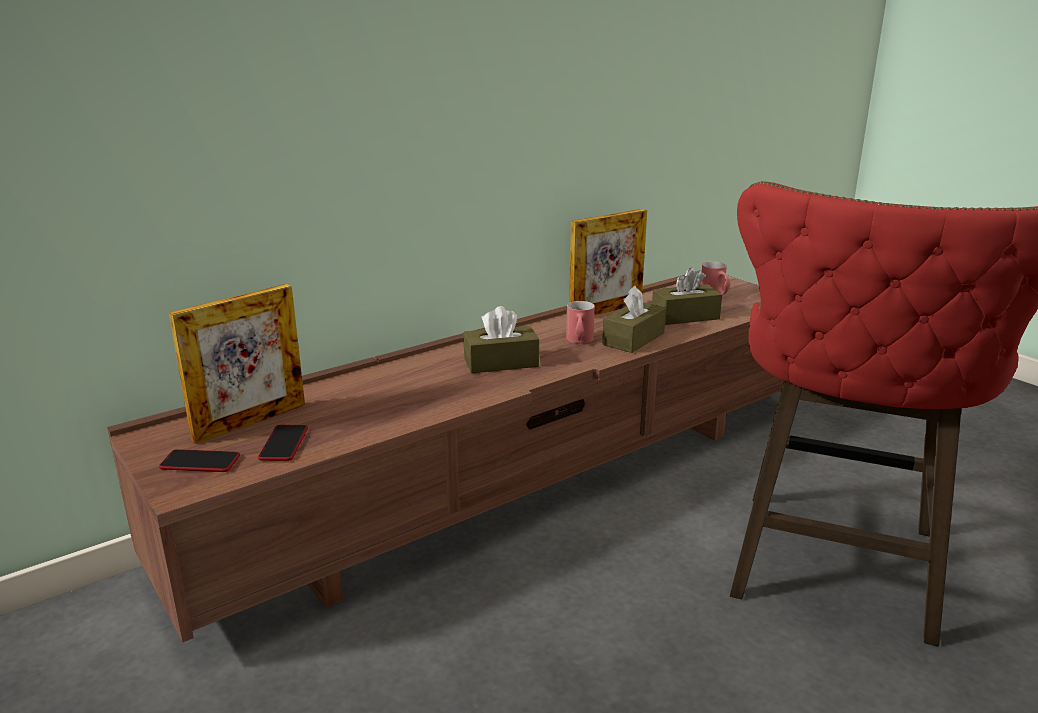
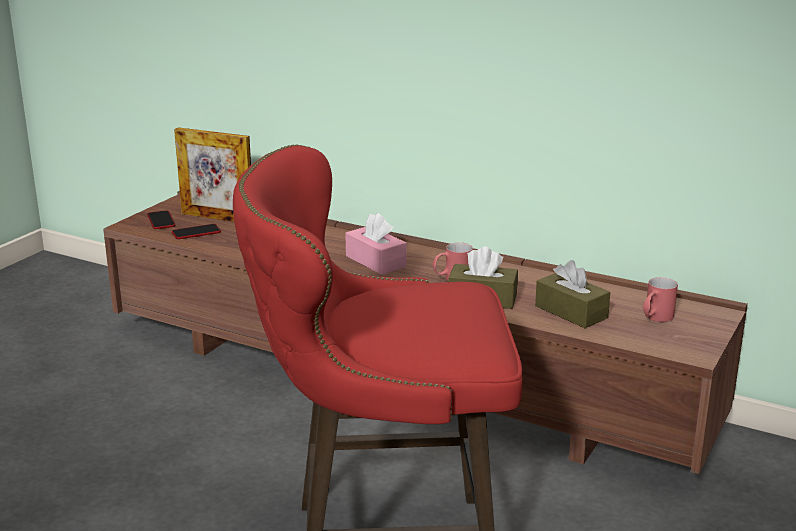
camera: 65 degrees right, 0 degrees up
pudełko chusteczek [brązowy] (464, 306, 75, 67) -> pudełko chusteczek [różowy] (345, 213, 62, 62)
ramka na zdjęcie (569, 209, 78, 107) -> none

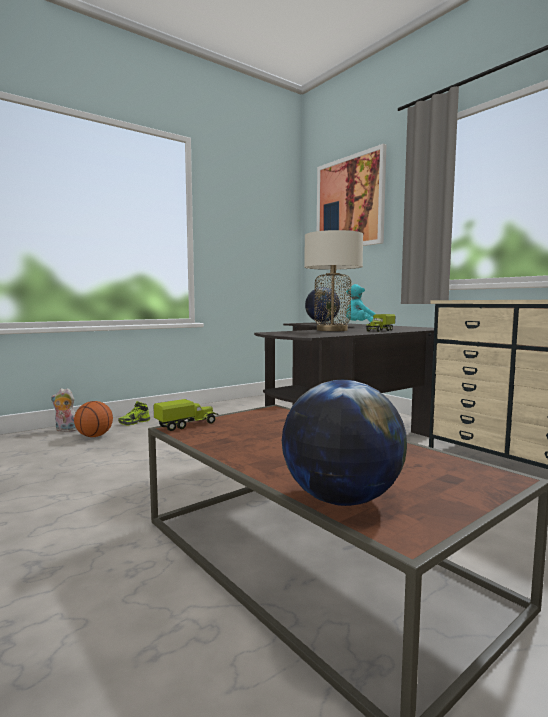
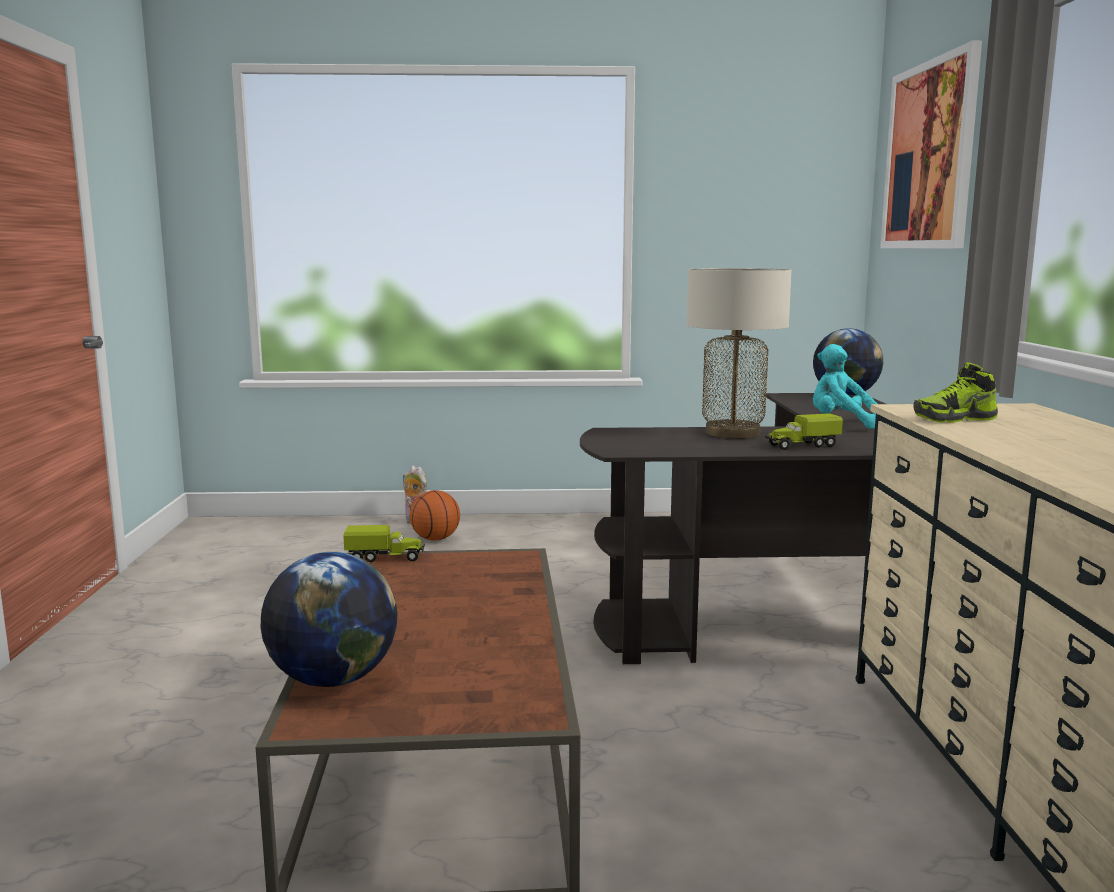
camera: 35 degrees right, 5 degrees up
but (118, 401, 32, 24) -> but (913, 362, 85, 61), relocated

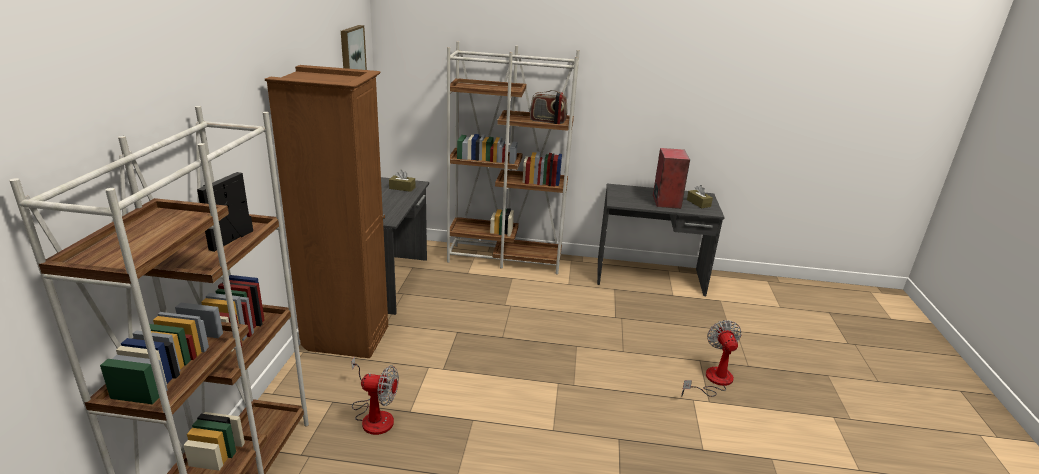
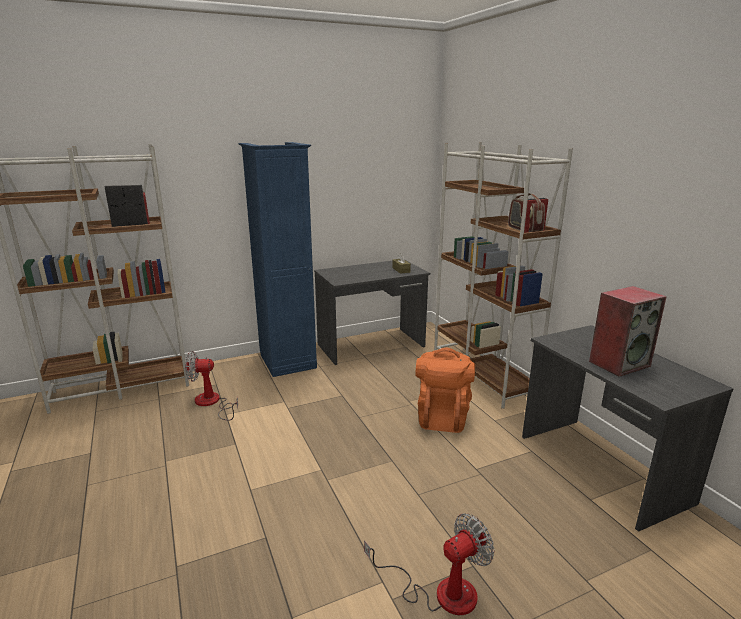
camera: 60 degrees right, 5 degrees down
wentylator (351, 356, 48, 79) -> wentylator (185, 351, 53, 70), 105 degrees clockwise
szafka [brązowy] (265, 65, 123, 293) -> szafka [niebieski] (238, 142, 79, 235)
none -> plecak [pomarańczowy] (416, 348, 59, 85)
obraz (341, 25, 26, 45) -> none
pudełko chusteczek [brązowy] (687, 185, 26, 23) -> none

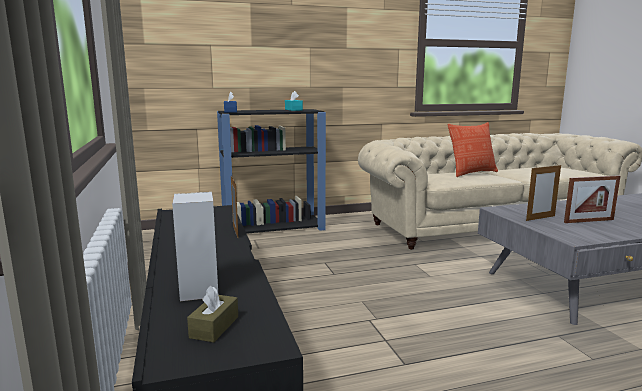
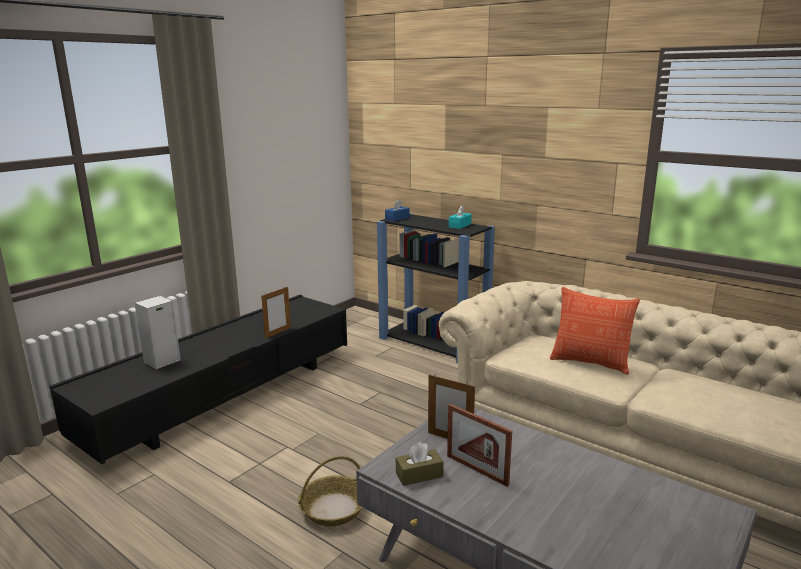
camera: 55 degrees right, 5 degrees up
none -> koszyk (298, 456, 65, 70)
pudełko chusteczek [brązowy] (187, 286, 51, 57) -> pudełko chusteczek [brązowy] (396, 442, 48, 44), relocated

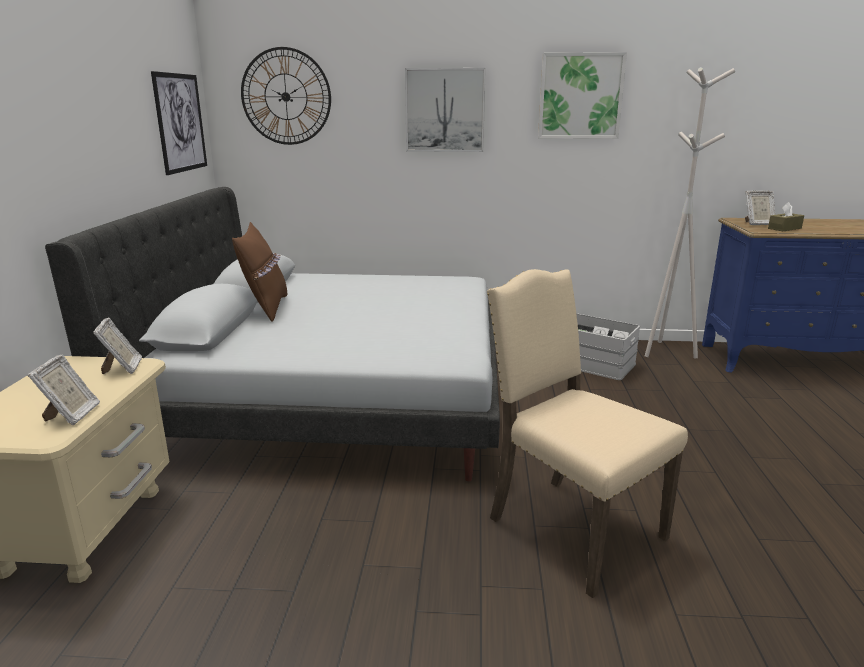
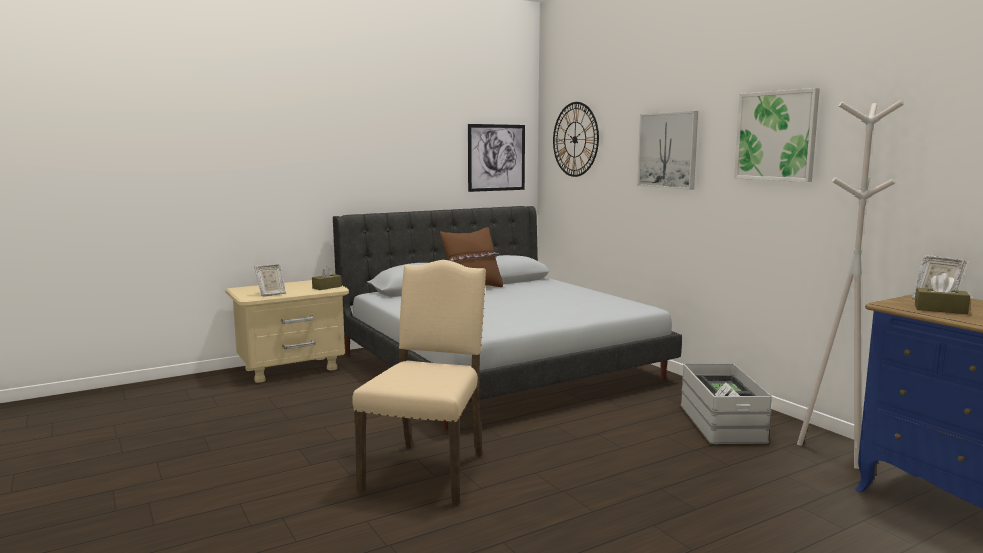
camera: 55 degrees right, 10 degrees down
ramka na zdjęcie (93, 318, 49, 56) -> pudełko chusteczek [brązowy] (312, 266, 30, 24)

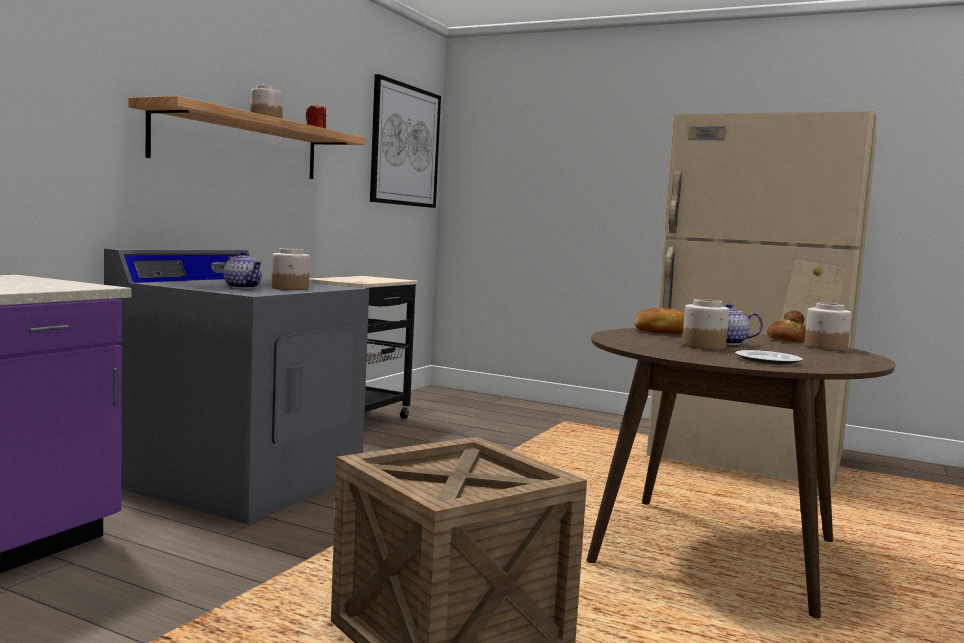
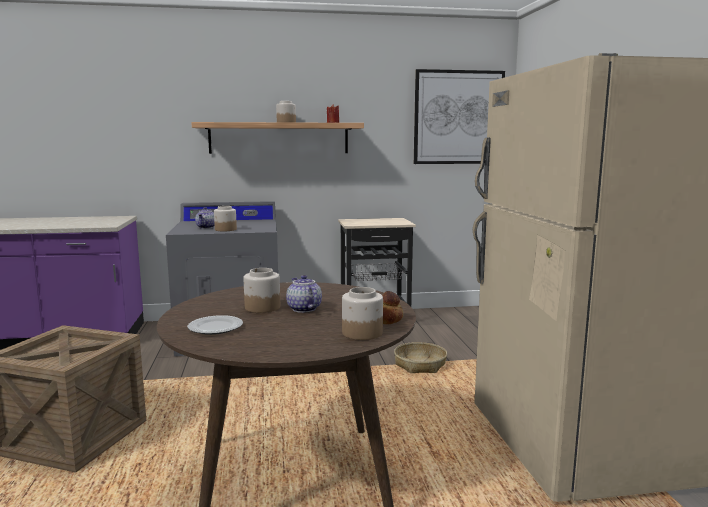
camera: 55 degrees right, 5 degrees up
none -> koszyk (394, 342, 53, 31)
chleb (634, 308, 51, 26) -> none

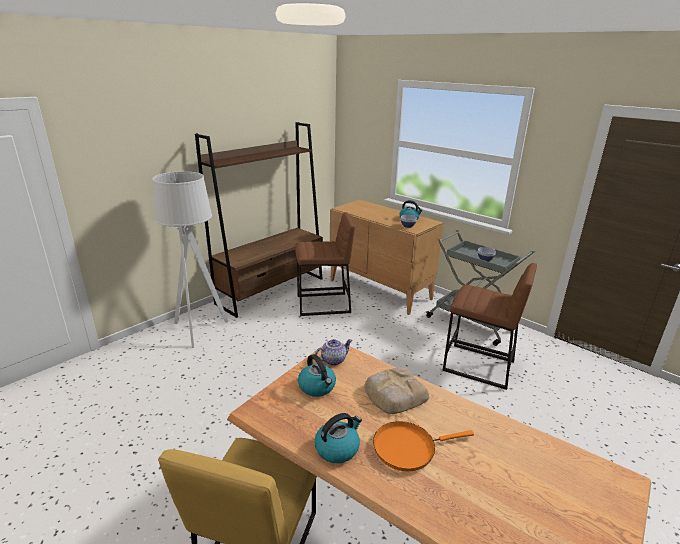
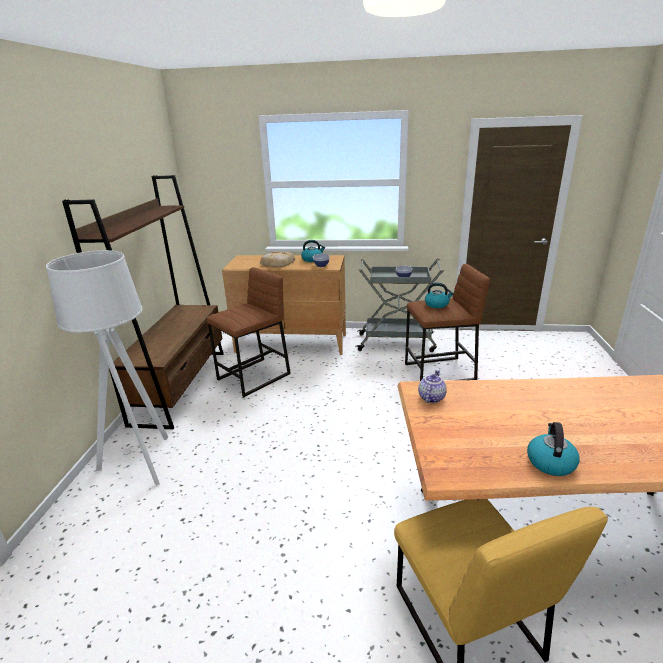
camera: 35 degrees left, 0 degrees up
chleb (364, 367, 65, 47) -> chleb (260, 251, 35, 16), relocated
czajnik (298, 354, 38, 43) -> czajnik (425, 283, 29, 25), relocated
patelnia [pomarańczowy] (373, 421, 101, 50) -> none

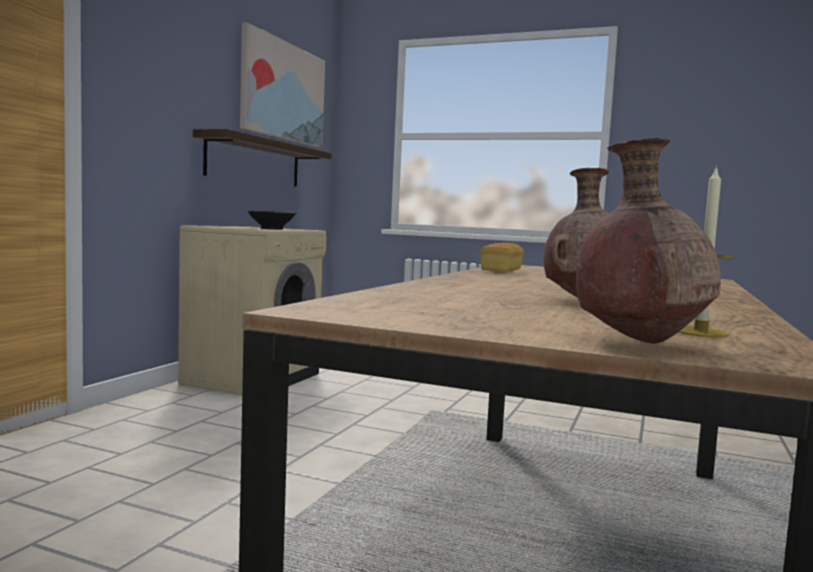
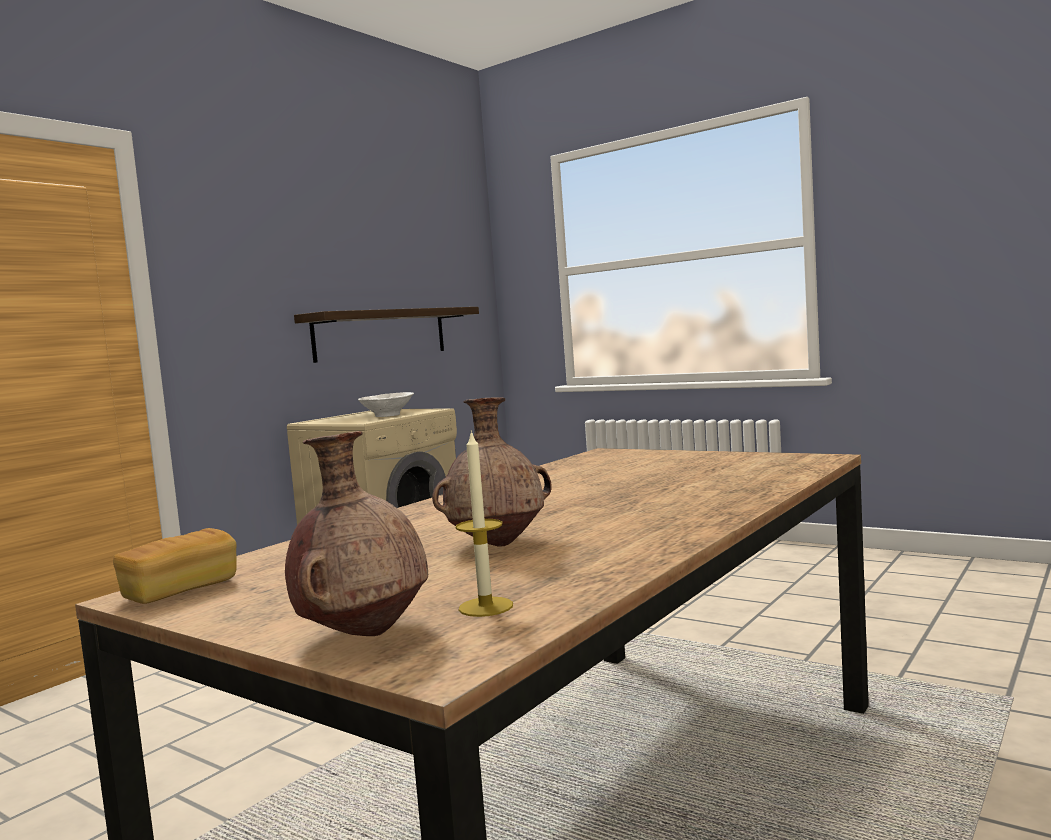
camera: 15 degrees right, 0 degrees up
chleb (480, 243, 44, 28) -> chleb (113, 528, 124, 76), relocated
miska [czarny] (248, 211, 49, 19) -> miska [biały] (358, 392, 56, 25)
obraz (240, 22, 85, 125) -> none

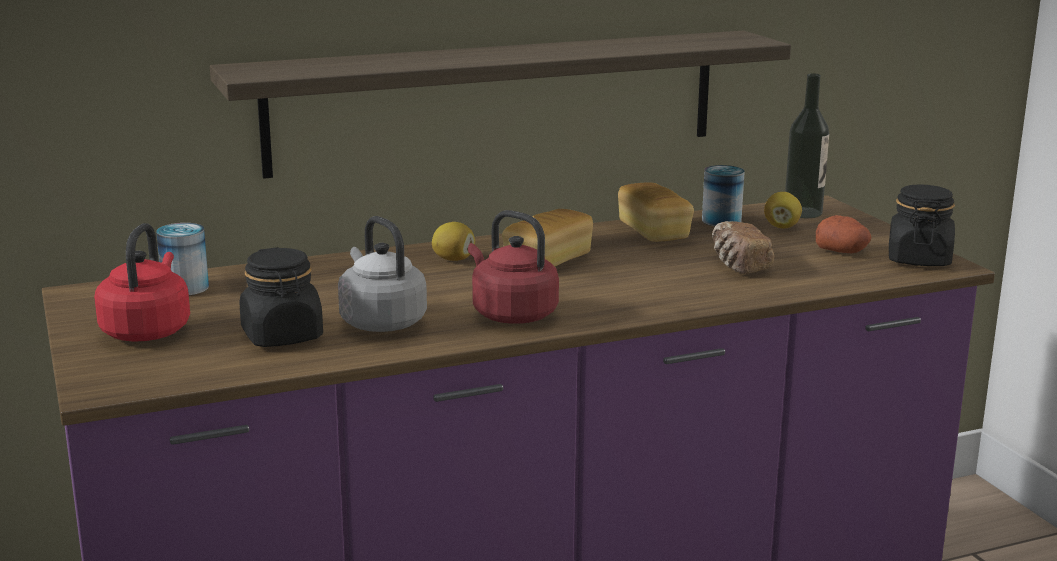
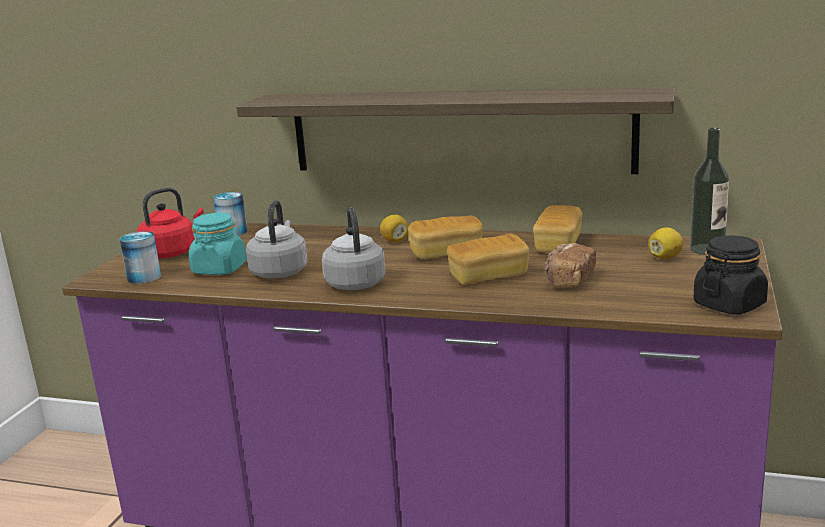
camera: 40 degrees right, 0 degrees up
puszka (702, 165, 43, 61) -> puszka (120, 231, 41, 53), relocated
słoik [czarny] (240, 247, 83, 100) -> słoik [turkusowy] (189, 212, 58, 63)
czajnik [czerwony] (468, 210, 91, 114) -> czajnik [szary] (322, 208, 64, 82)
none -> chleb (447, 234, 82, 51)
ziemniak (816, 215, 55, 39) -> none

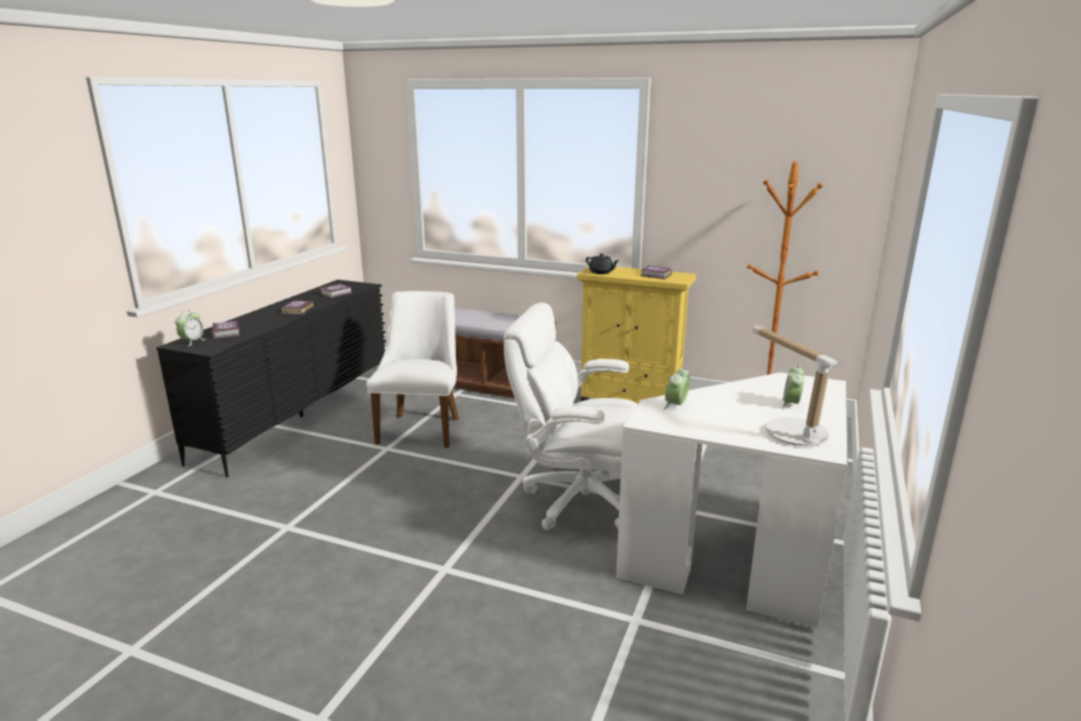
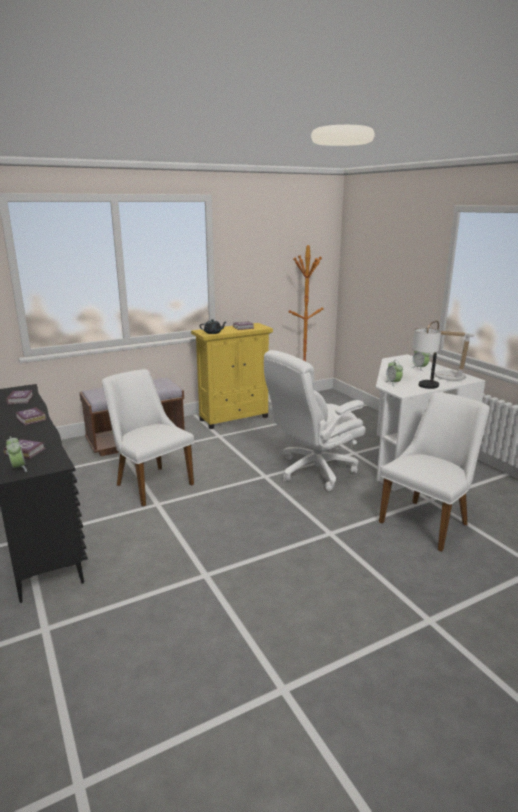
camera: 50 degrees left, 0 degrees up
none -> krzesło [biały] (379, 392, 110, 160)
none -> lampa stołowa (412, 321, 29, 68)

